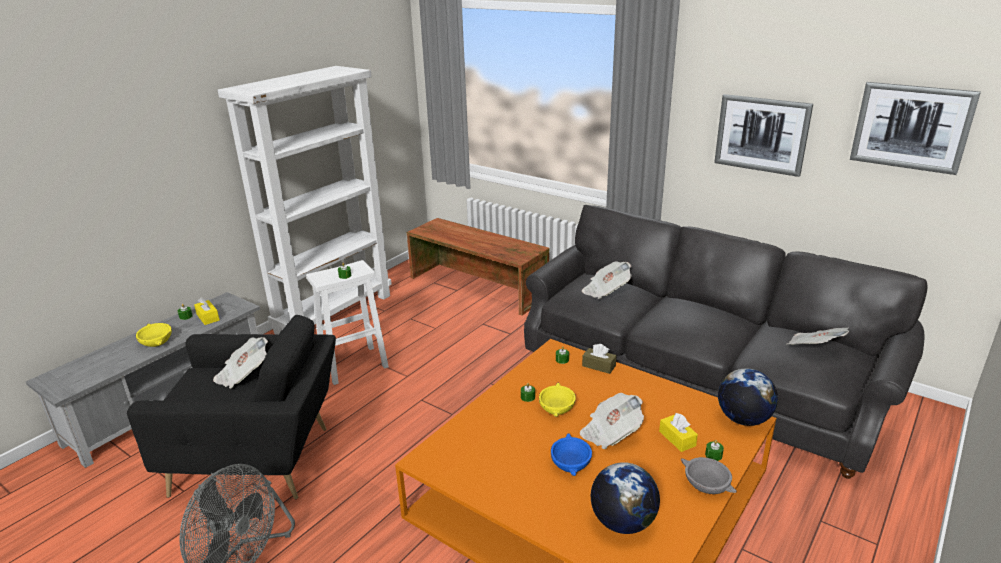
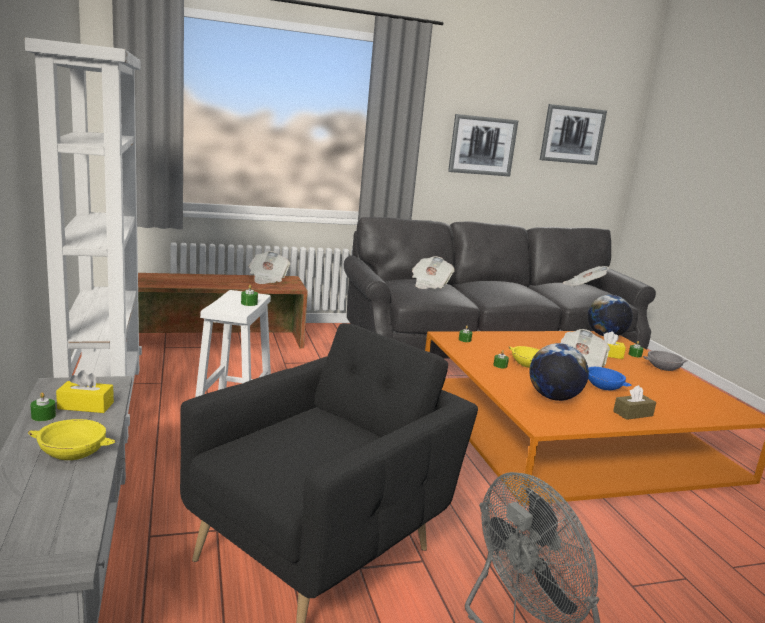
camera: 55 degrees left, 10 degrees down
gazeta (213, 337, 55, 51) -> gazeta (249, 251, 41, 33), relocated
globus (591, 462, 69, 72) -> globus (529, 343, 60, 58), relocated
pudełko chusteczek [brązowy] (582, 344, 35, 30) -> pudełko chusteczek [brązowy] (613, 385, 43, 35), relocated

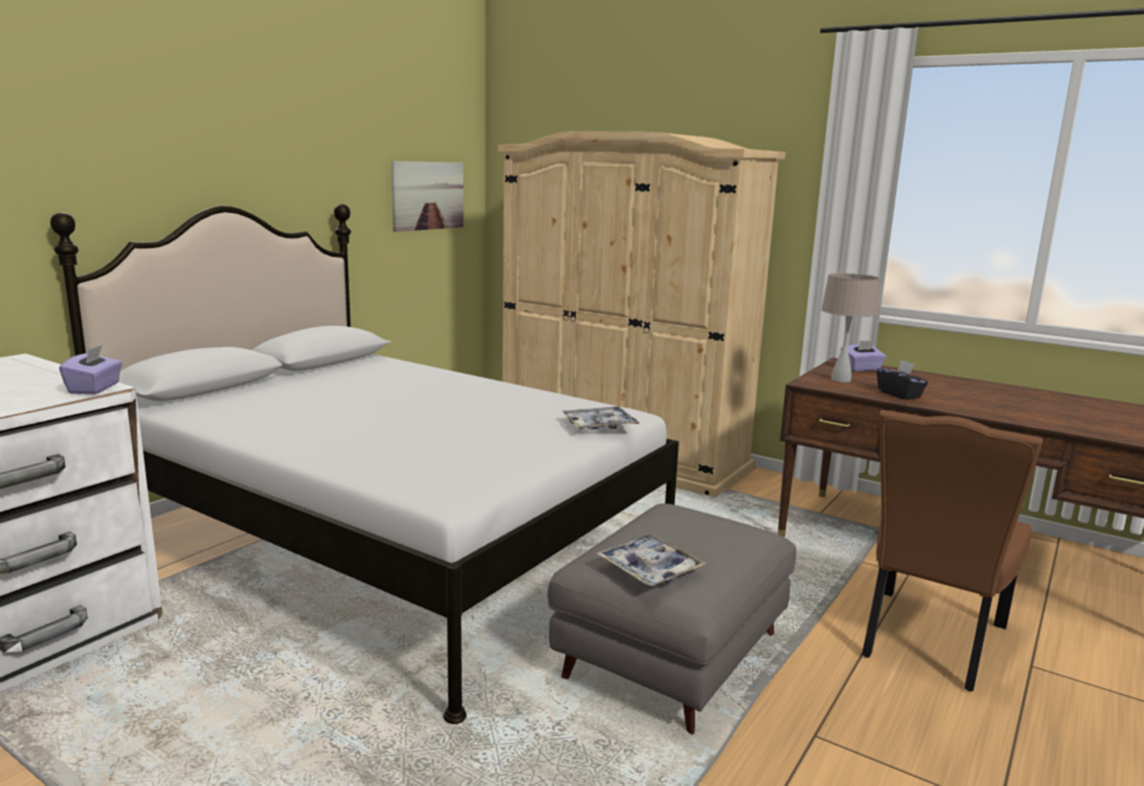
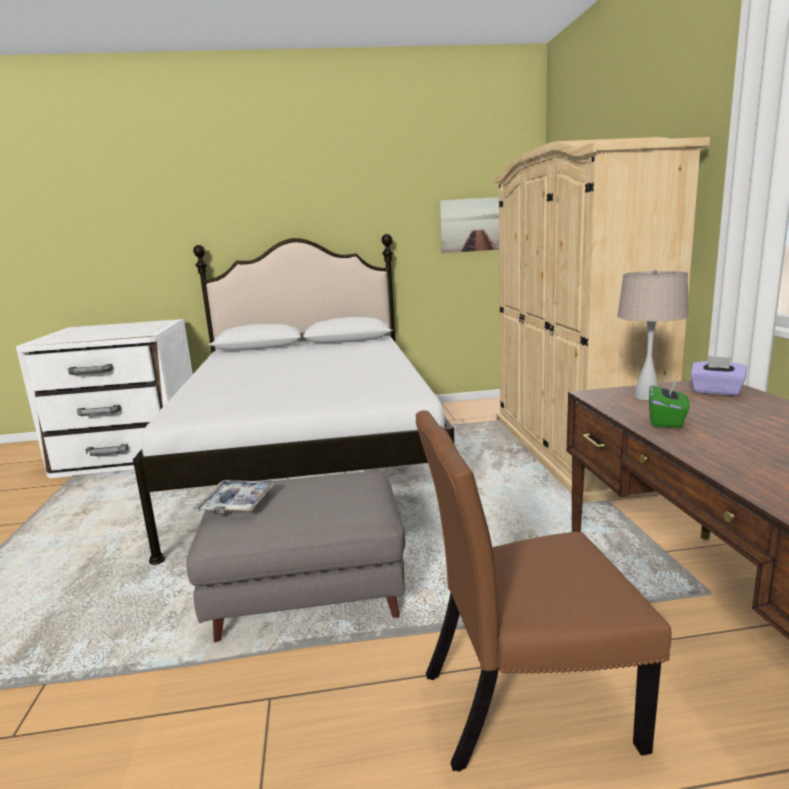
camera: 50 degrees right, 0 degrees up
pudełko chusteczek [czarny] (877, 360, 51, 40) -> pudełko chusteczek [zielony] (649, 380, 41, 48)
pudełko chusteczek [fioletowy] (59, 345, 63, 49) -> none
taca (562, 406, 78, 23) -> none

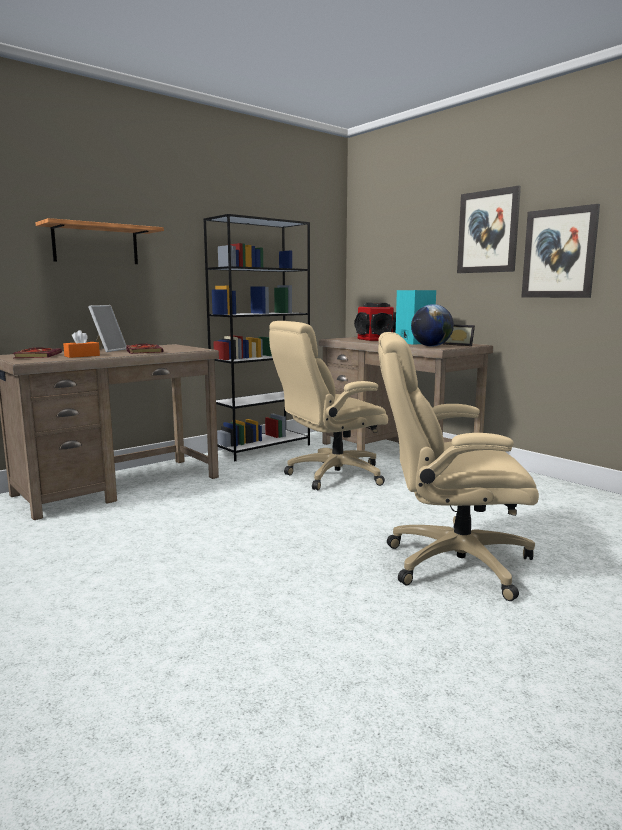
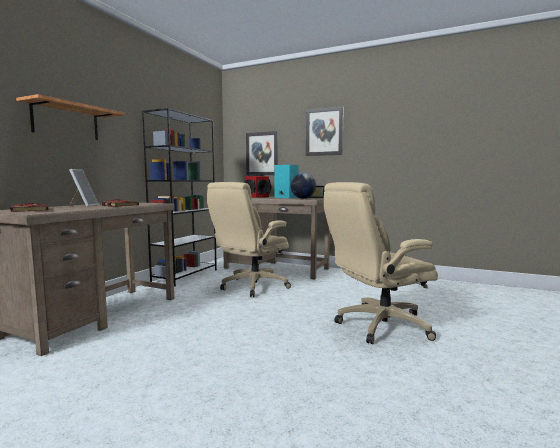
camera: 25 degrees left, 5 degrees down
obraz (521, 204, 79, 94) -> obraz (246, 131, 32, 44), relocated
pudełko chusteczek [pomarańczowy] (63, 330, 37, 28) -> none

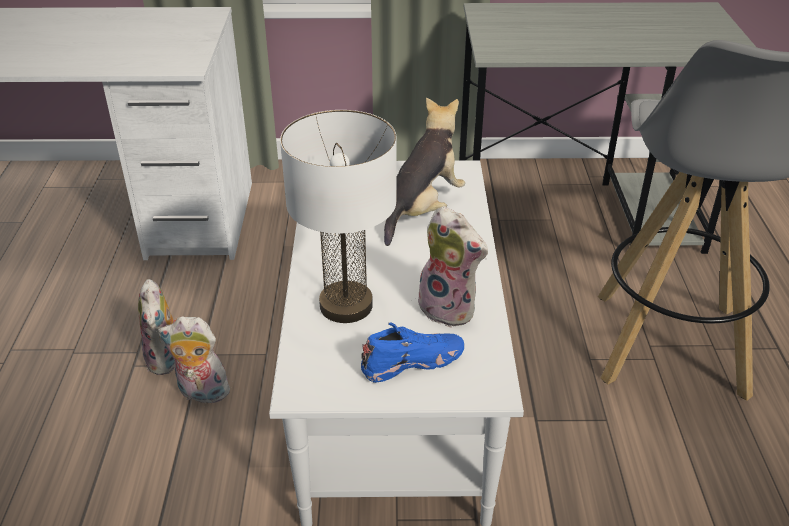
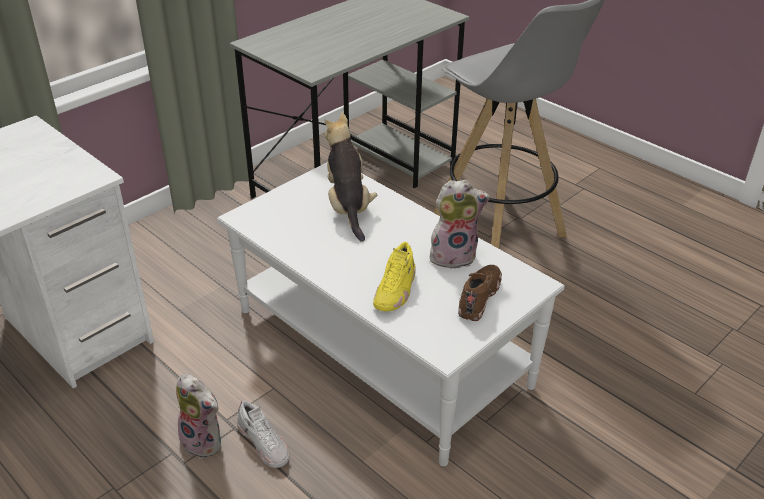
camera: 45 degrees left, 0 degrees up
pluszak (158, 316, 72, 88) -> but [biały] (237, 401, 53, 67)
lampa stołowa (280, 110, 116, 213) -> but [żółty] (373, 242, 42, 69)
but [niebieski] (361, 322, 103, 61) -> but [brązowy] (458, 265, 44, 56)

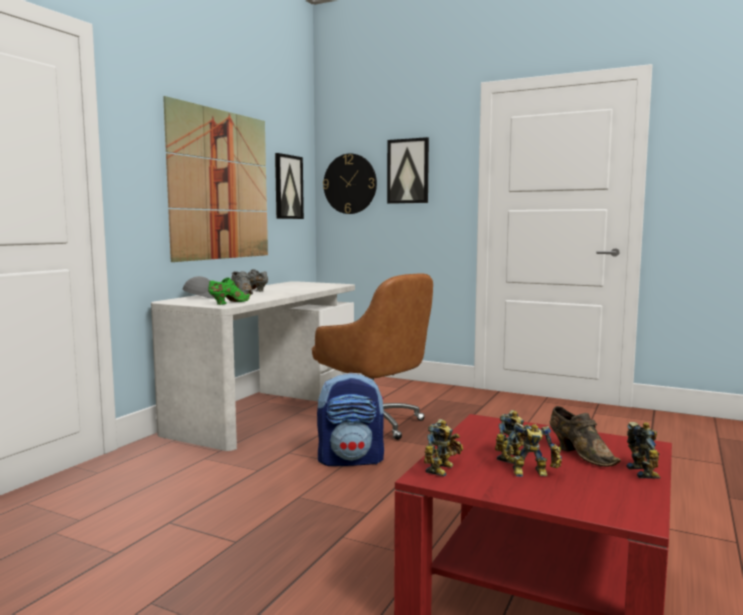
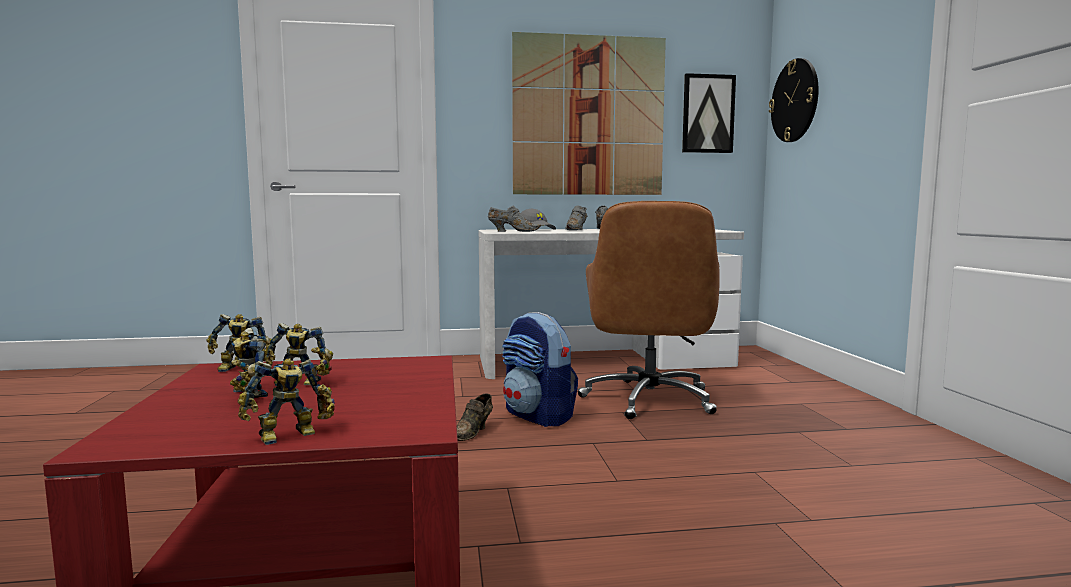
camera: 55 degrees right, 0 degrees up
but [brązowy] (550, 406, 71, 61) -> but [brązowy] (457, 394, 36, 47), relocated
but [zielony] (208, 278, 43, 27) -> but [szary] (488, 205, 53, 27)
obraz (387, 137, 42, 67) -> none

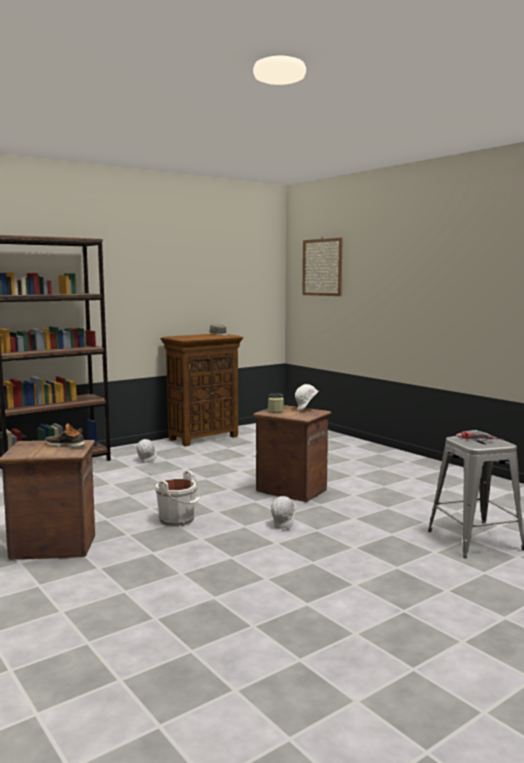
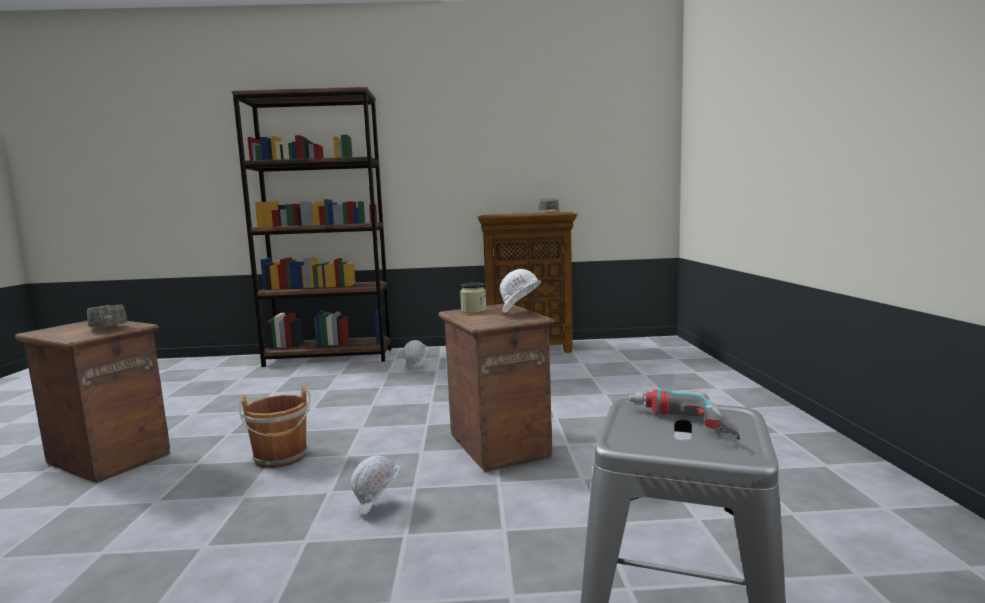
camera: 35 degrees right, 0 degrees up
but (45, 423, 41, 25) -> czapka z daszkiem [szary] (87, 304, 40, 23)
wiadro [biały] (155, 471, 45, 56) -> wiadro [brązowy] (239, 386, 72, 82)
obraz (303, 237, 40, 59) -> none

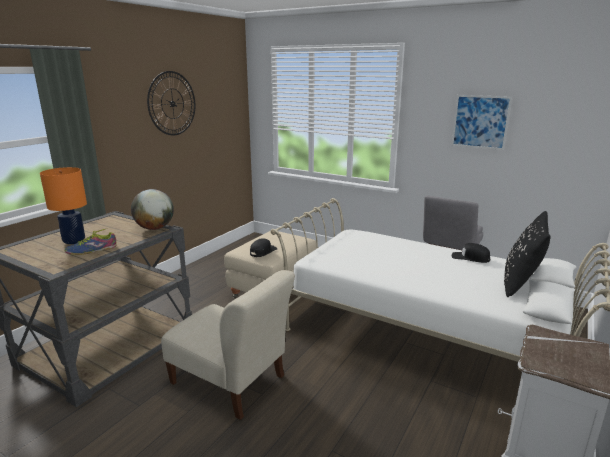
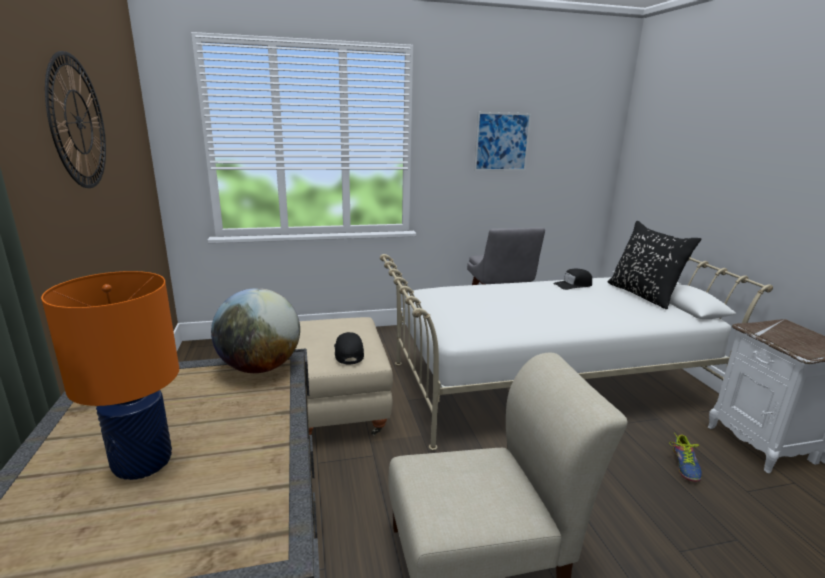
camera: 45 degrees left, 0 degrees up
but (64, 228, 53, 27) -> but (669, 434, 33, 48), relocated

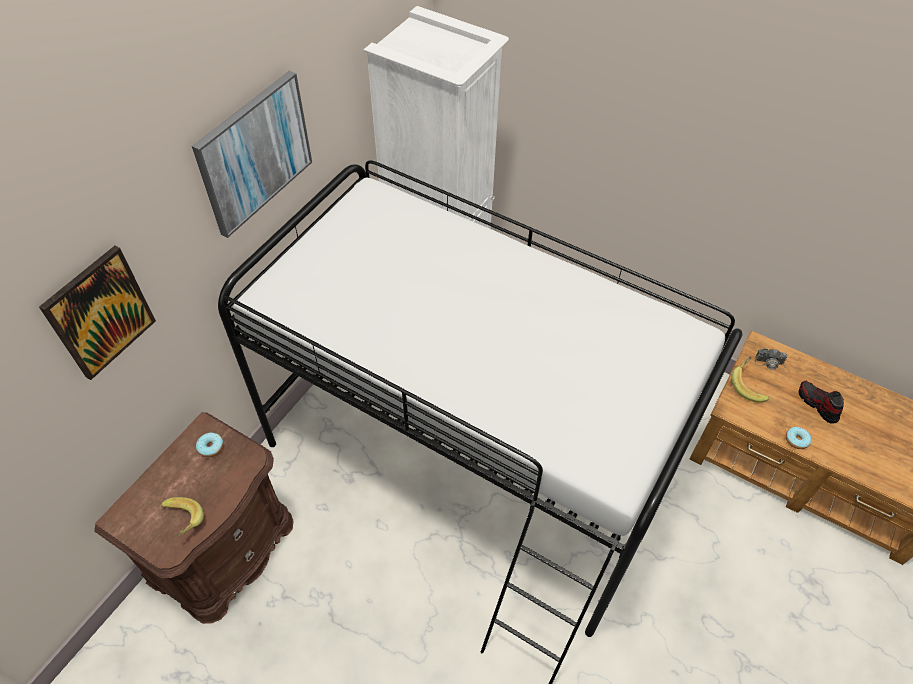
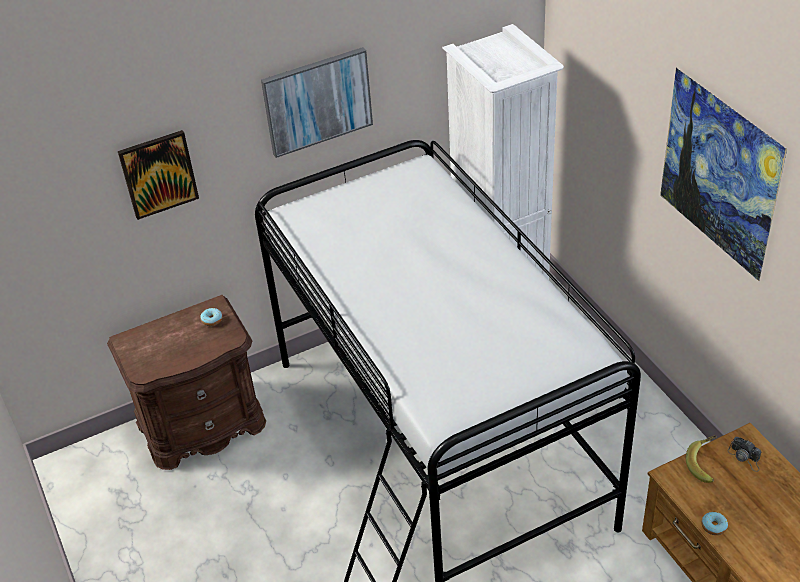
camera: 35 degrees right, 10 degrees down
none -> obraz (660, 68, 127, 213)
banan (161, 497, 43, 39) -> none
but (799, 381, 45, 43) -> none

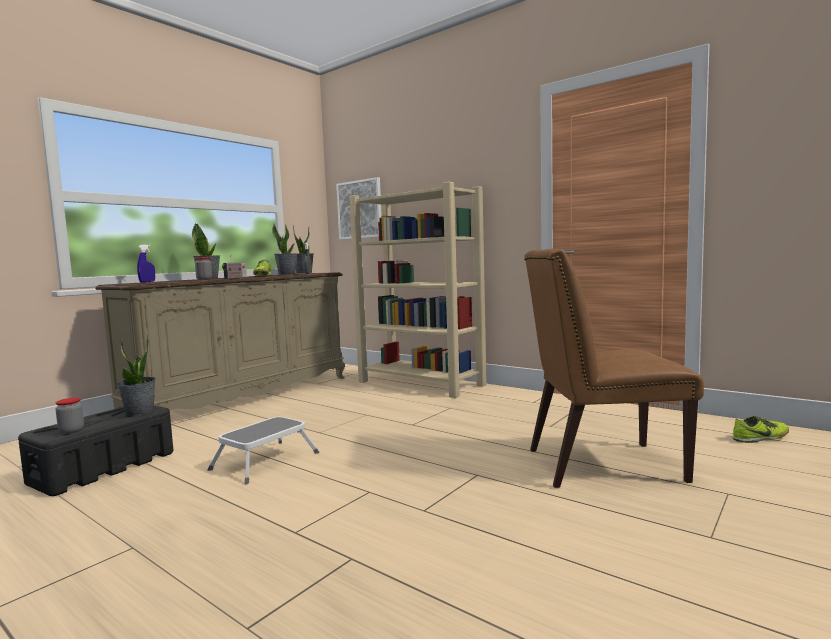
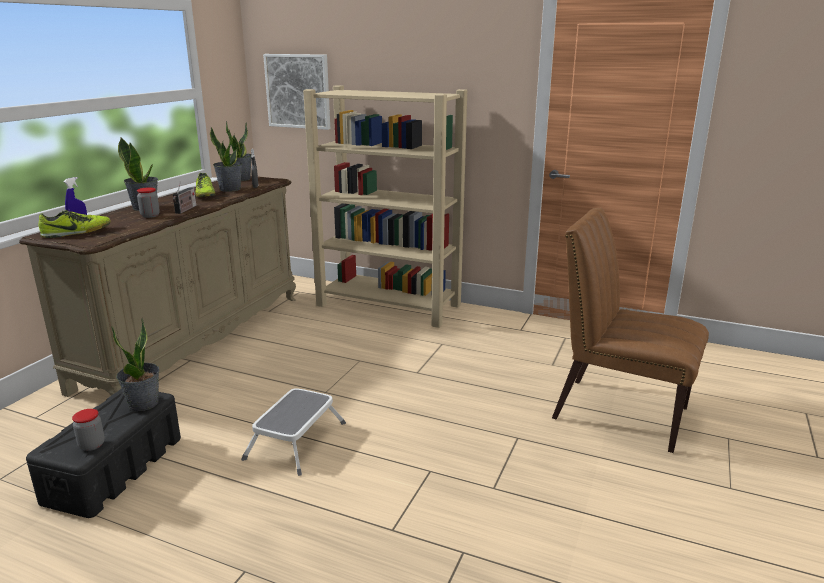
camera: 15 degrees left, 15 degrees up
but (733, 416, 56, 27) -> but (39, 210, 72, 28), relocated
krzesło [brązowy] (524, 249, 180, 239) -> krzesło [brązowy] (552, 208, 157, 245), 45 degrees clockwise

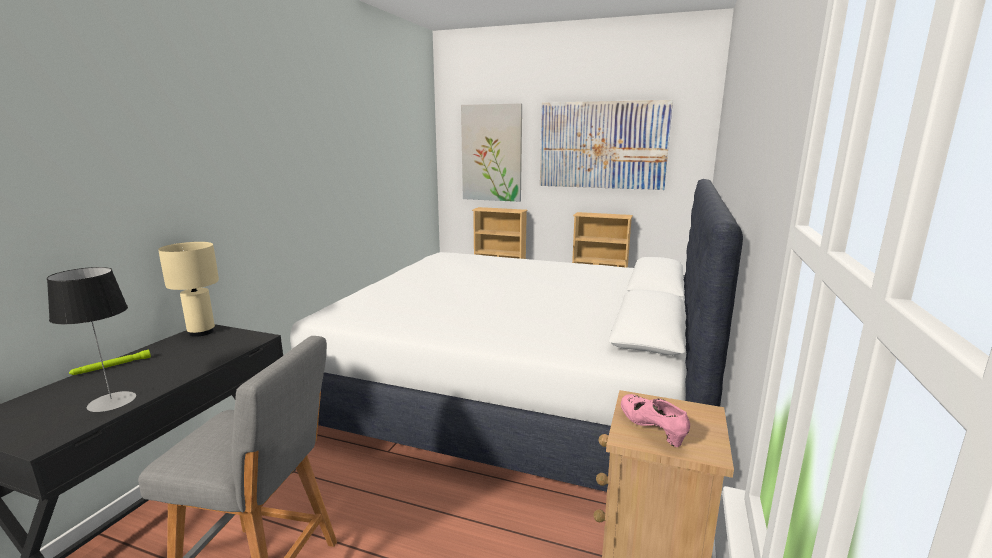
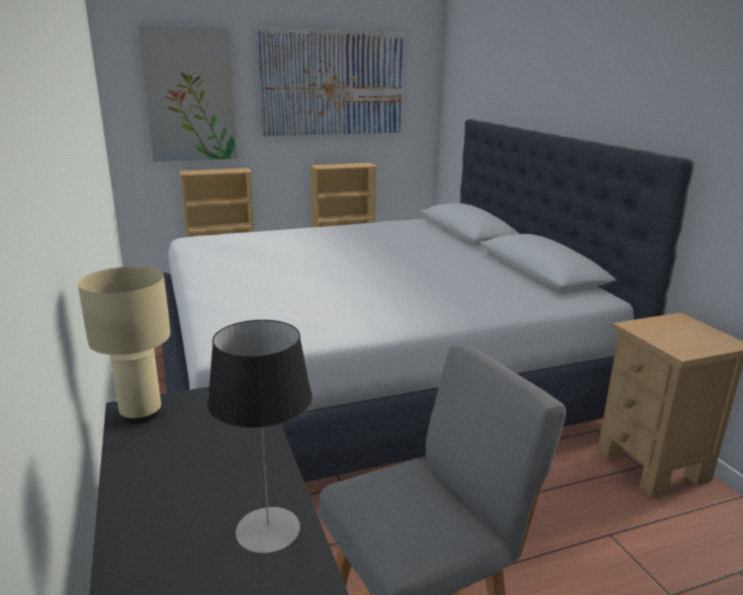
camera: 40 degrees left, 5 degrees up
latarka [zielony] (69, 350, 82, 25) -> none
but [różowy] (621, 394, 69, 53) -> none

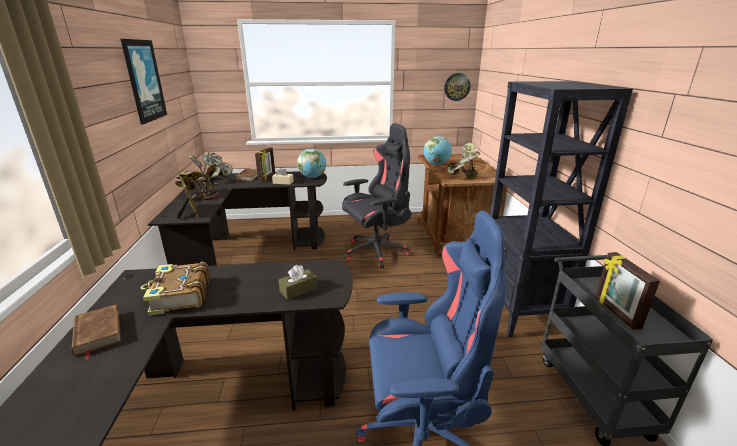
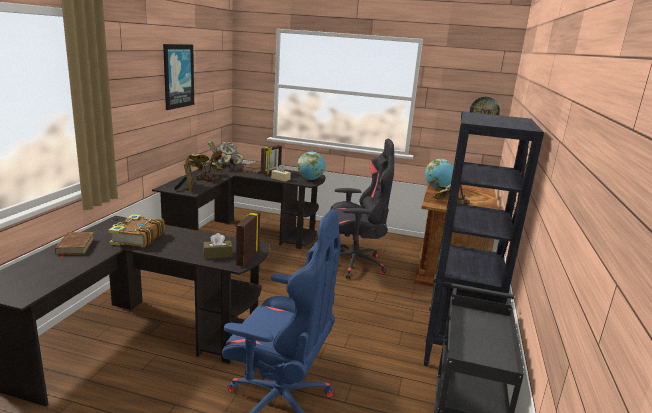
camera: 20 degrees right, 5 degrees down
ramka na zdjęcie (595, 252, 65, 78) -> ramka na zdjęcie (236, 211, 24, 56), relocated

